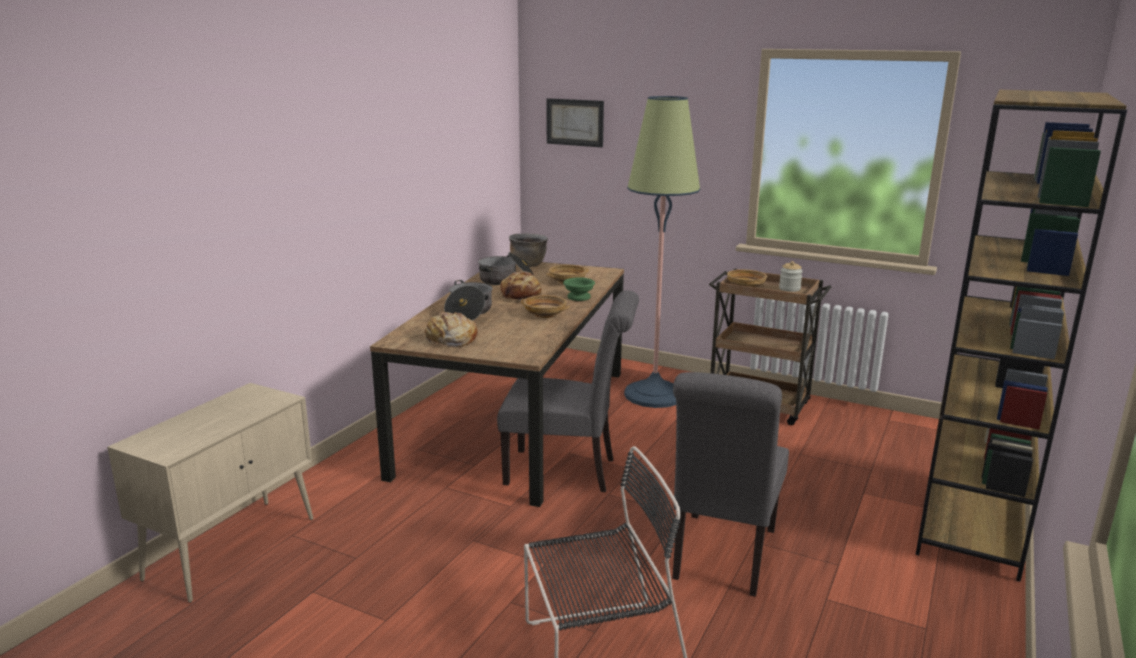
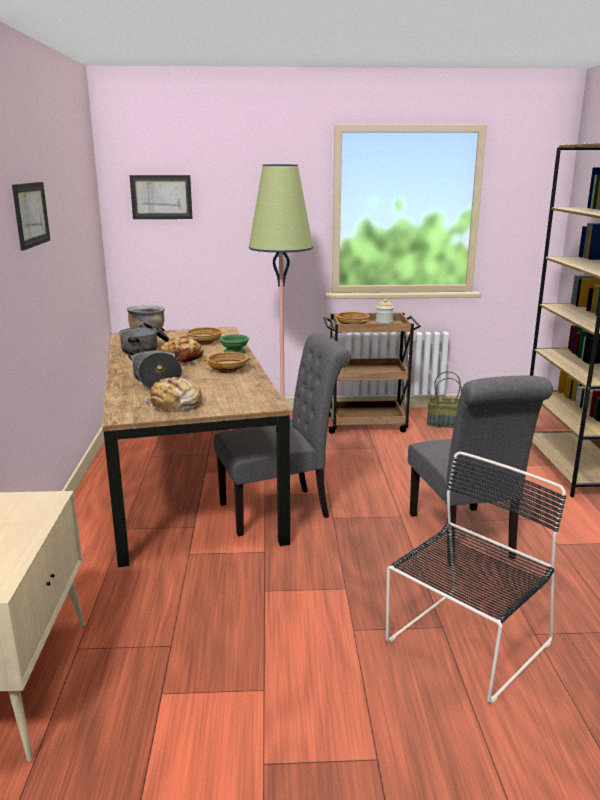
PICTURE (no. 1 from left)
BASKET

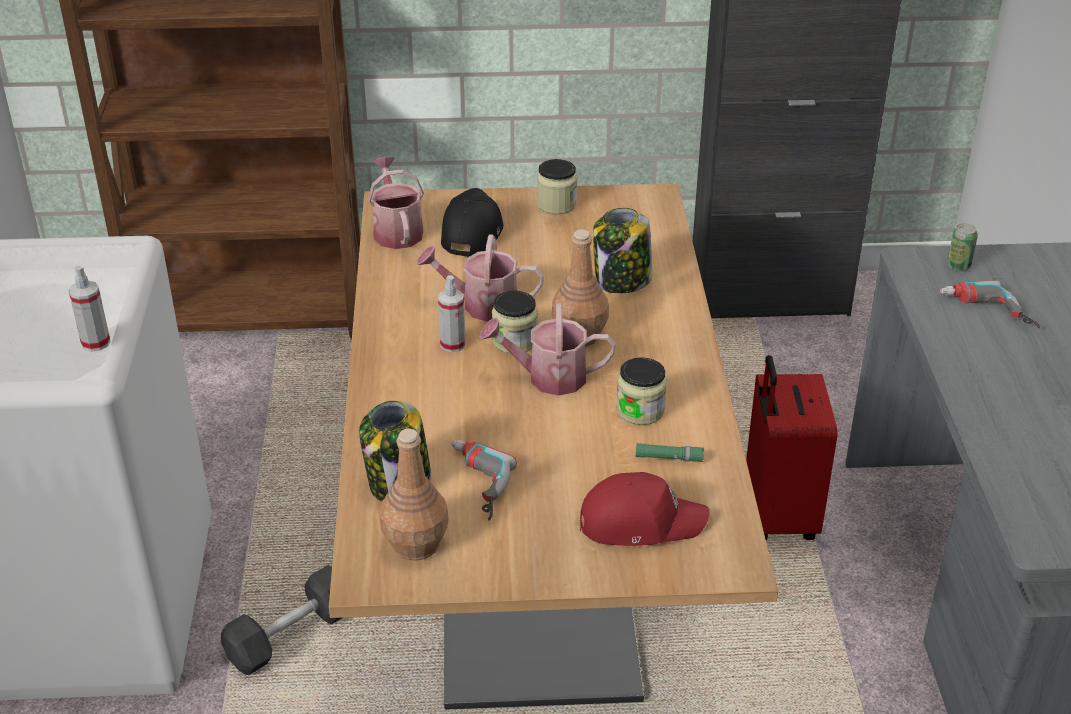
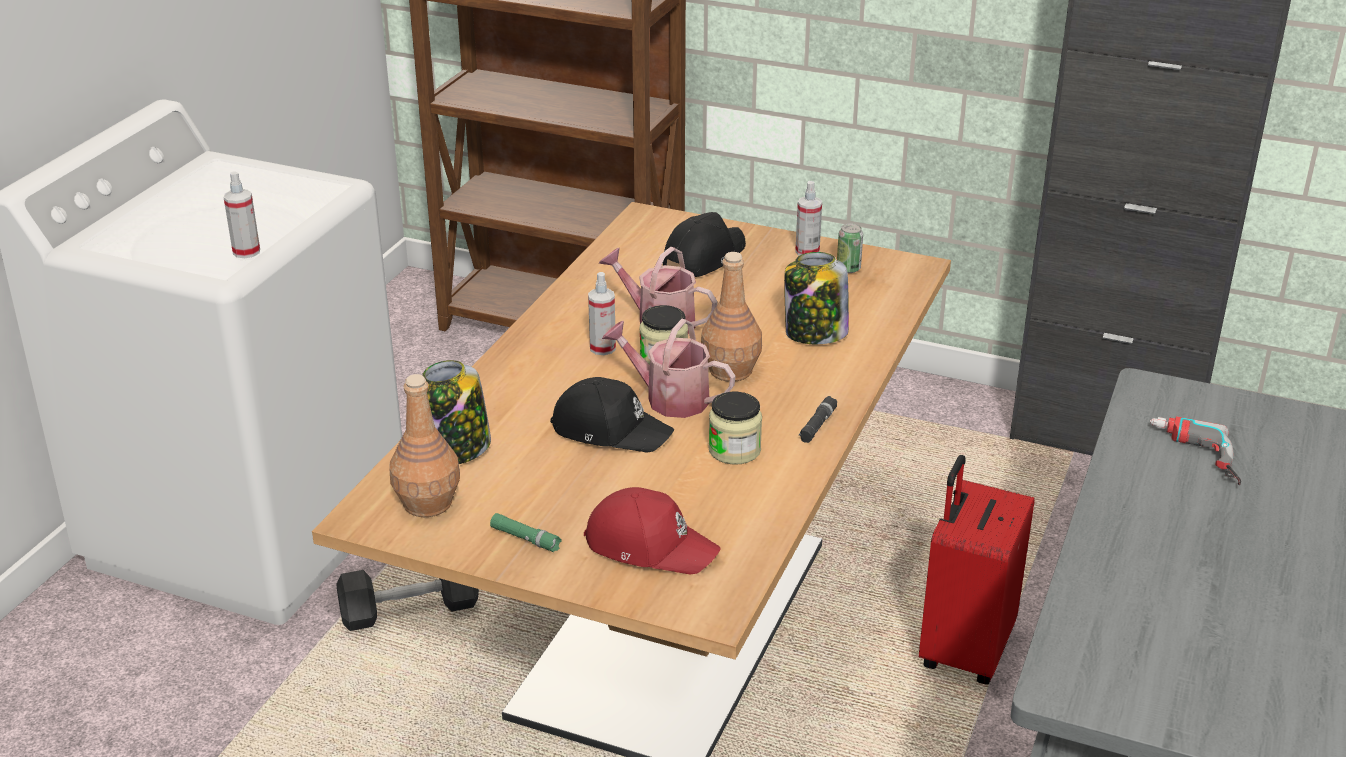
WATERING CAN (no. 1 from left in the first image)
POWER DRILL (no. 1 from left in the first image)
BLACK CAP (no. 1 from left)
BLACK FLASHLIGHT
GREEN FLASHLIGHT
CAN
SPRAY BOTTLE (no. 3 from left)

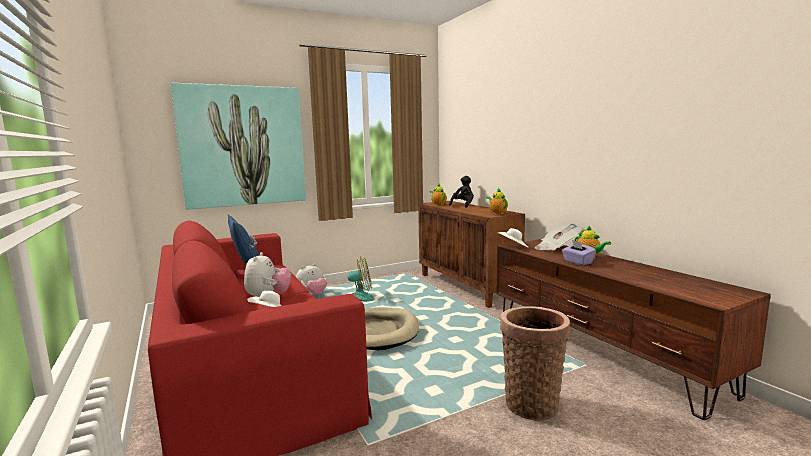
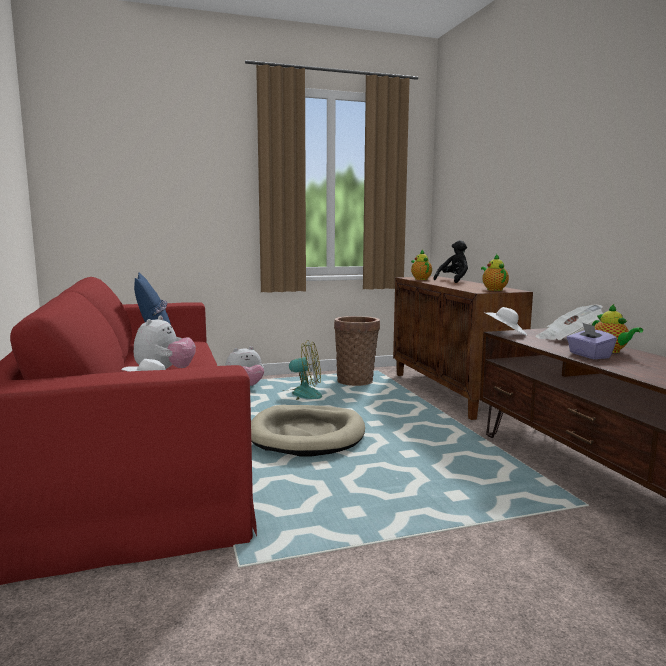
PICTURE
BASKET

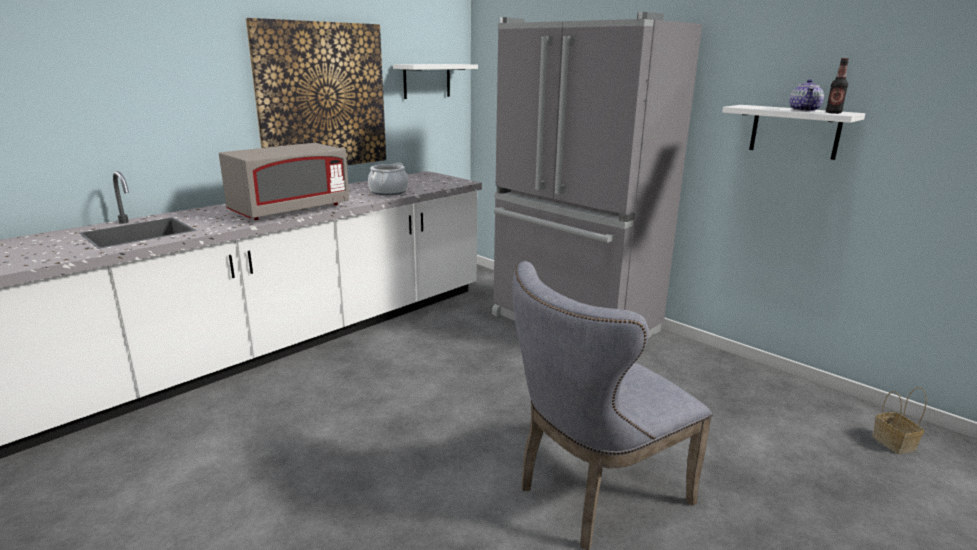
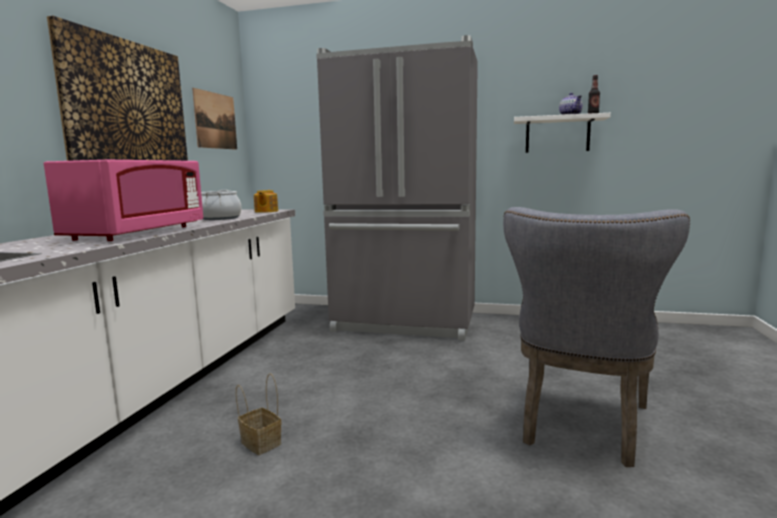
TEAPOT (no. 1 from left)
BASKET
PICTURE (no. 2 from left)
PINK MICROWAVE

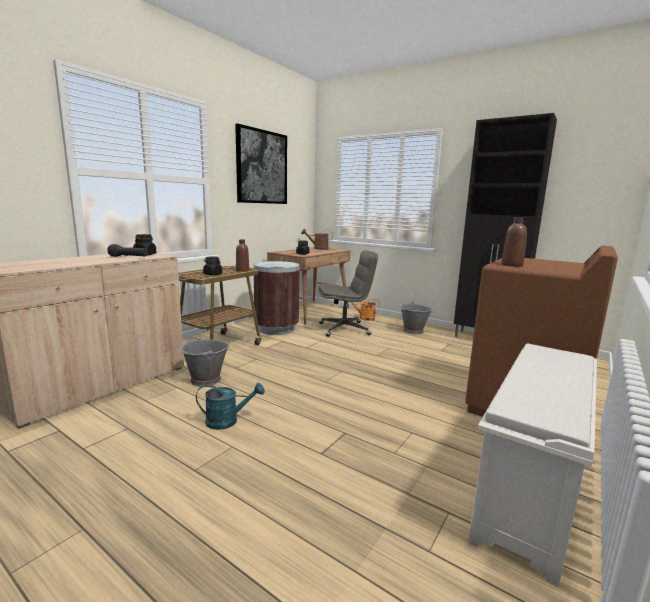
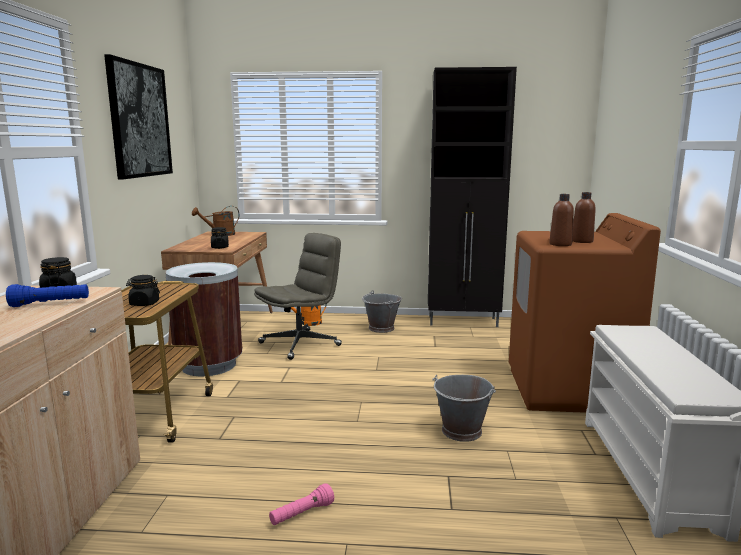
GREY BUCKET (no. 2 from left)
BROWN BOTTLE (no. 2 from left)
PINK FLASHLIGHT
BLUE FLASHLIGHT

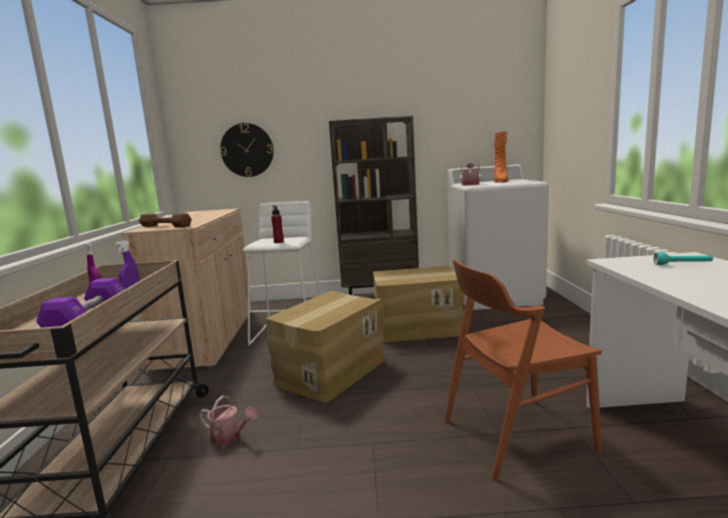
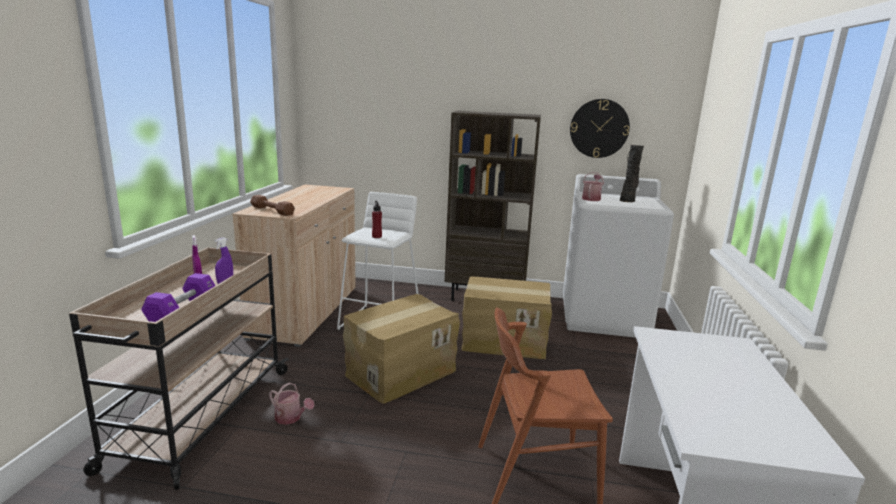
TURQUOISE FLASHLIGHT
WALL CLOCK
BLACK BOOT

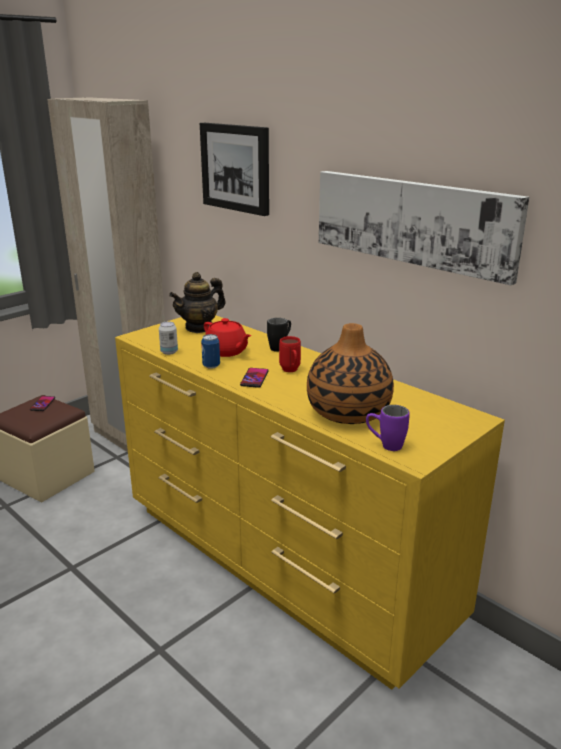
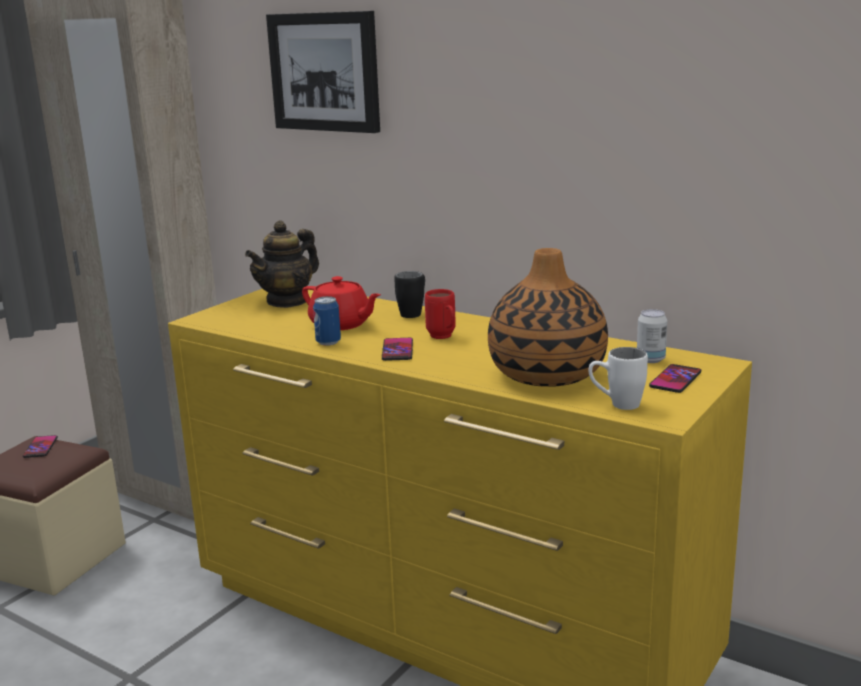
PICTURE (no. 2 from left in the first image)
PHONE (no. 3 from left)
CAN (no. 2 from left)
WHITE MUG

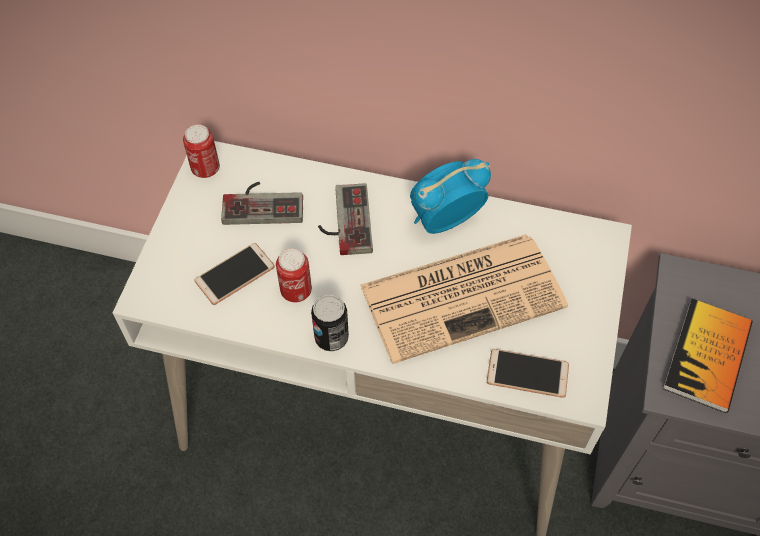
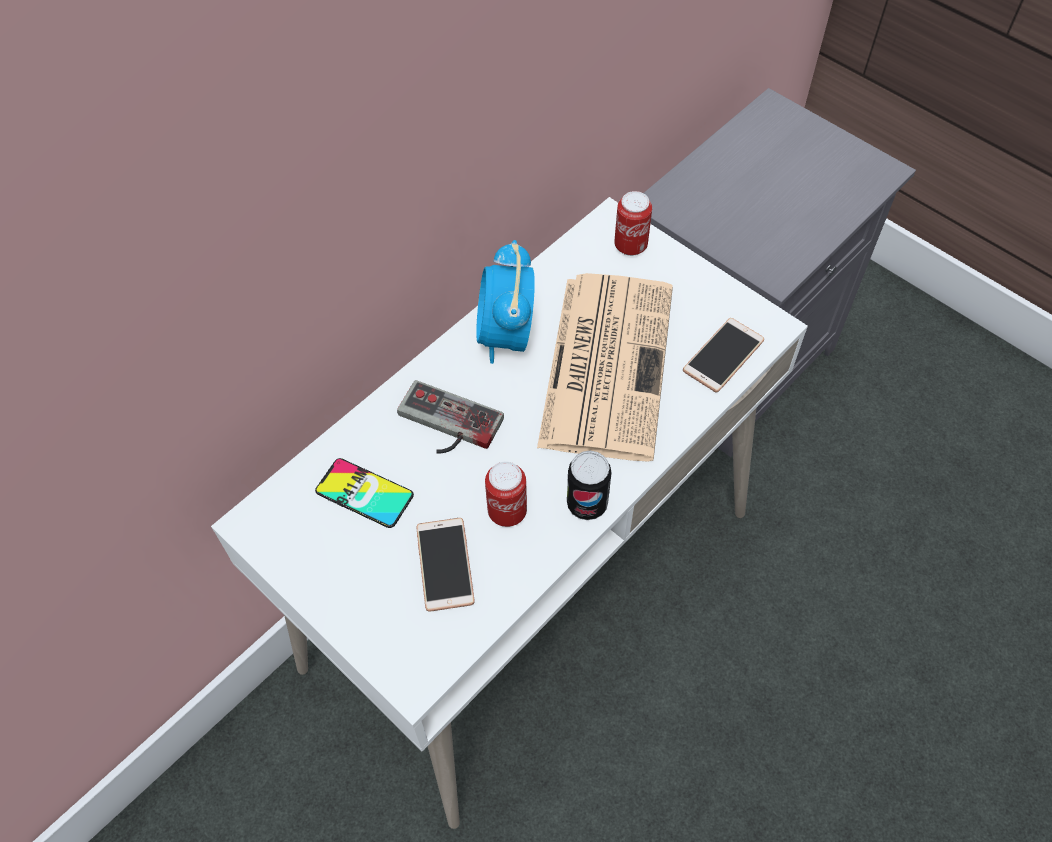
BOOK
CAN (no. 3 from left)
PHONE (no. 1 from left)

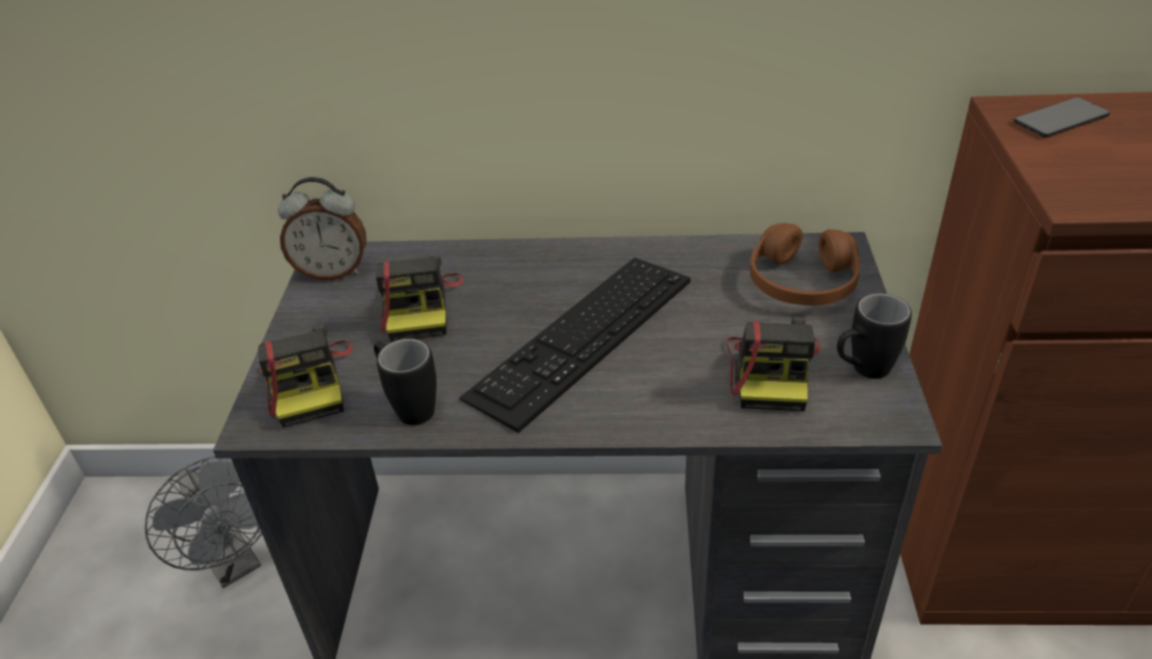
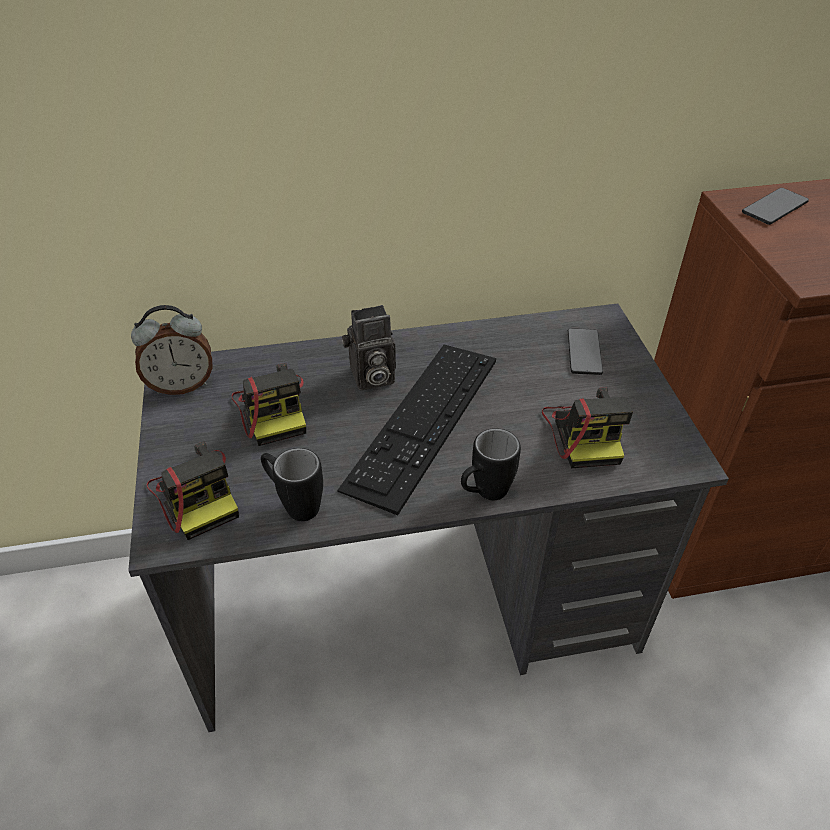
GREY FAN
PHOTO CAMERA (no. 3 from left)
BLACK MUG (no. 2 from left)
PHONE (no. 1 from left)

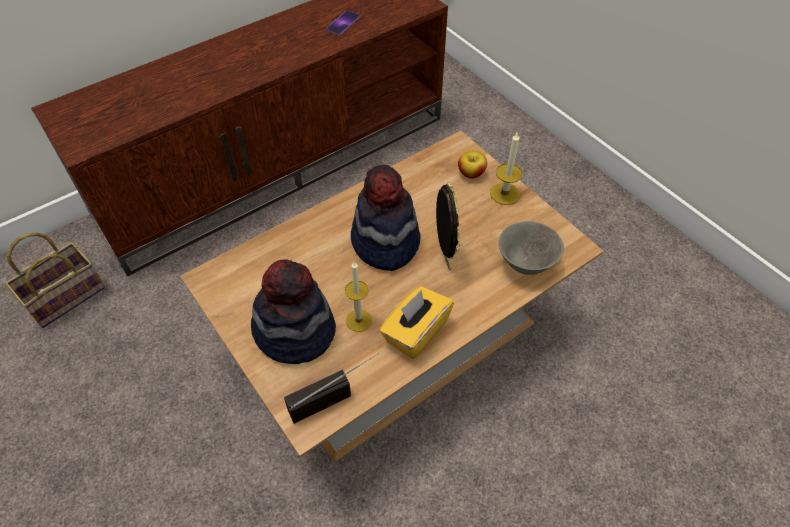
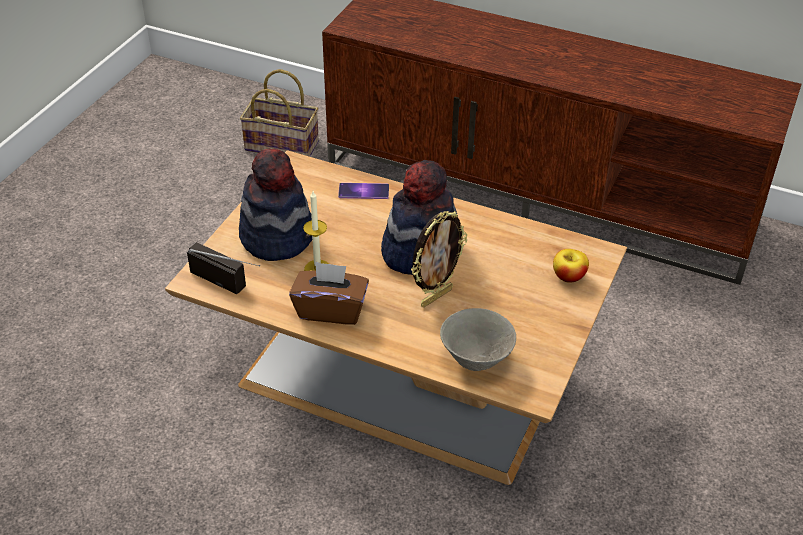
CANDLE (no. 2 from left in the first image)
PHONE
BROWN TISSUE BOX

